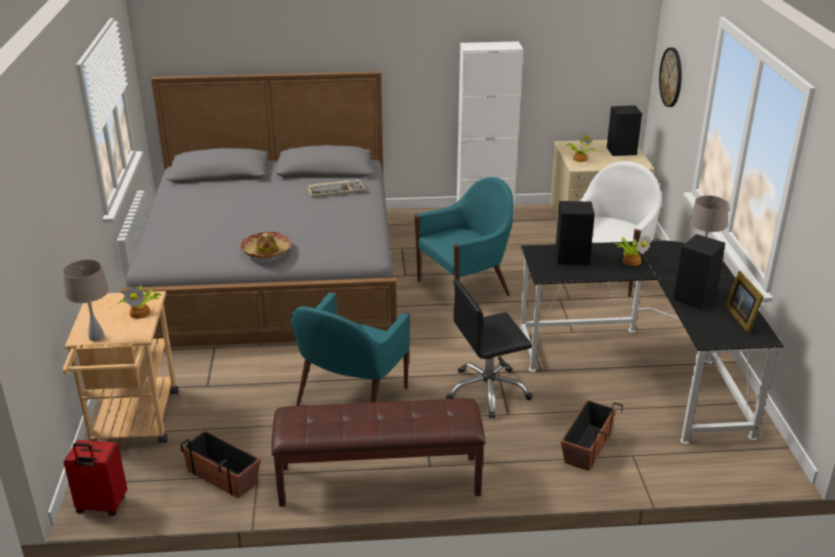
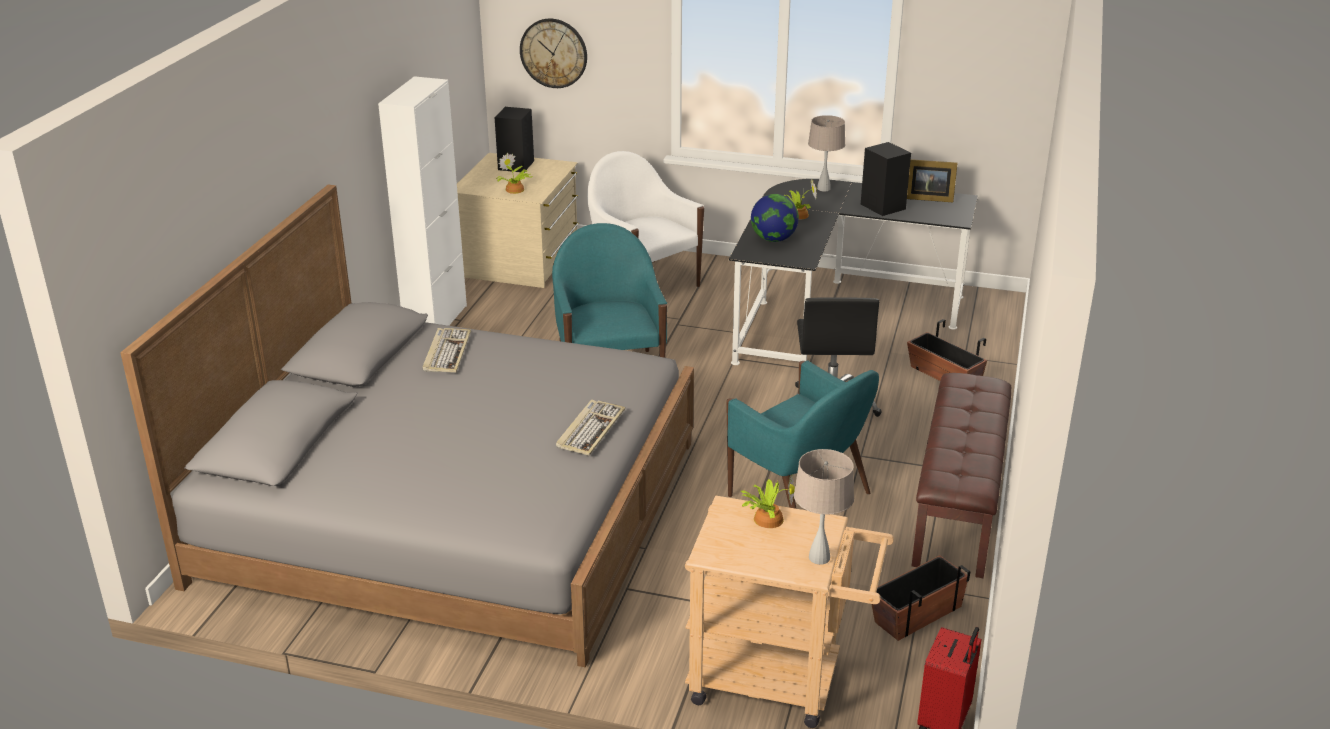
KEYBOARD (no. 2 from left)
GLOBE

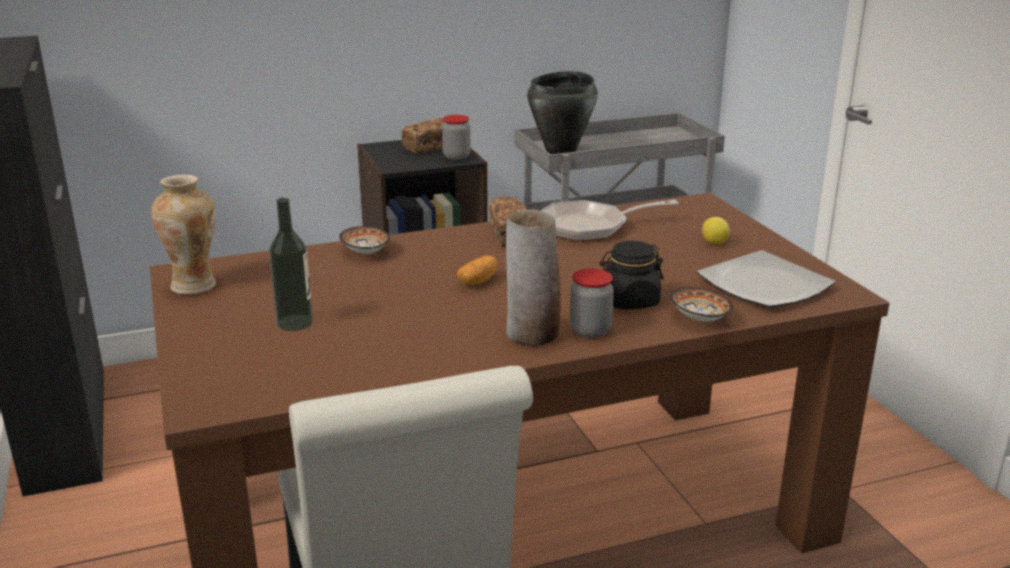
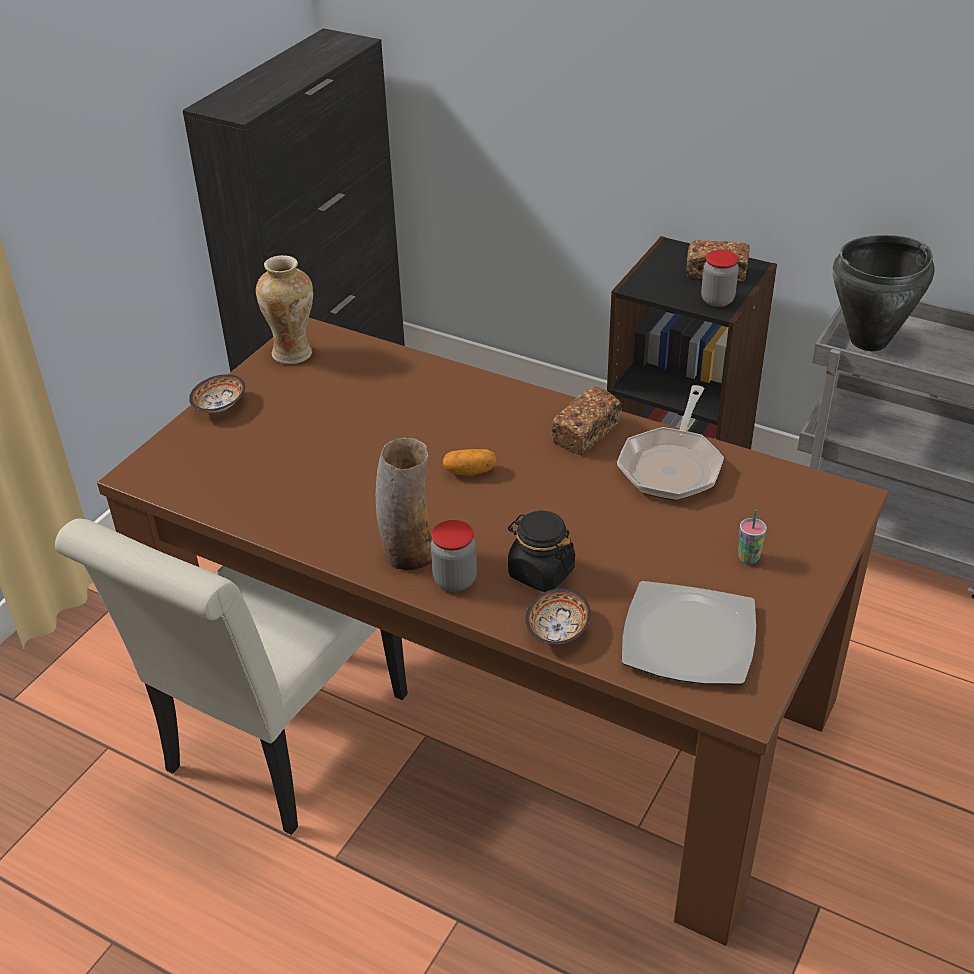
BOTTLE
BOWL (no. 1 from left)
CUP
FRYING PAN

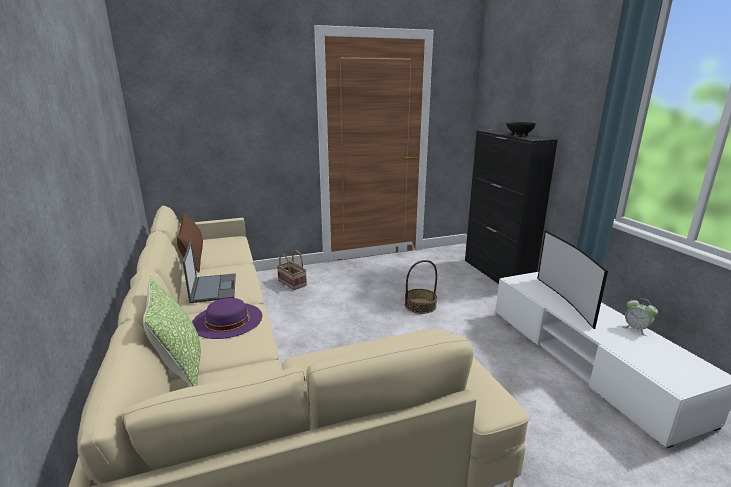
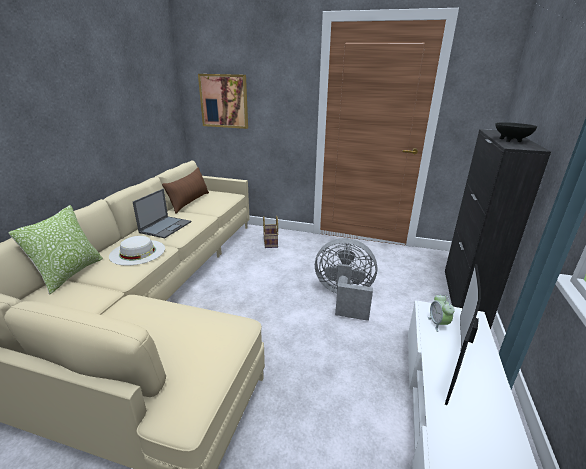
PICTURE
ALARM CLOCK
GREY FAN
WHITE HAT

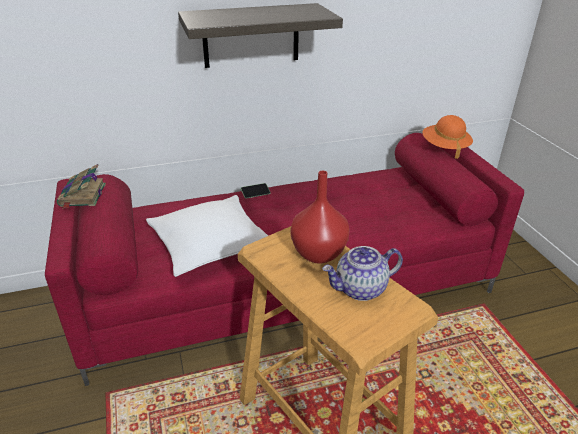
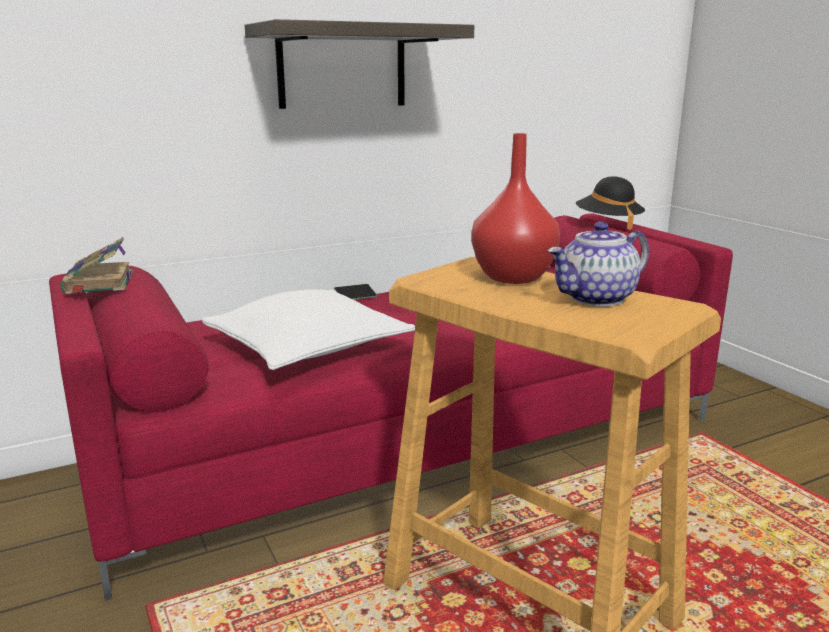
BLACK HAT

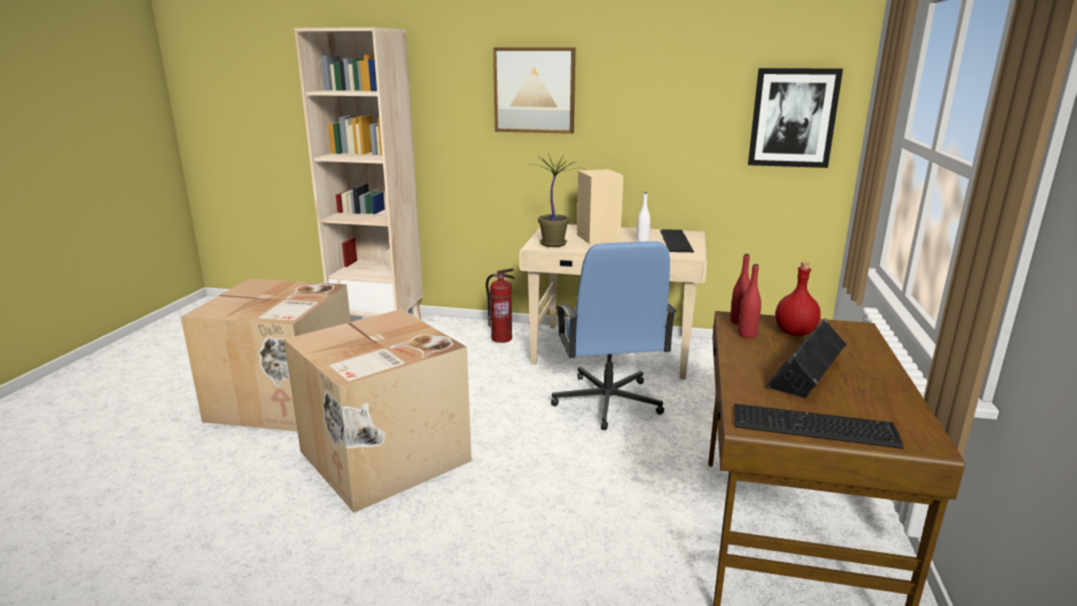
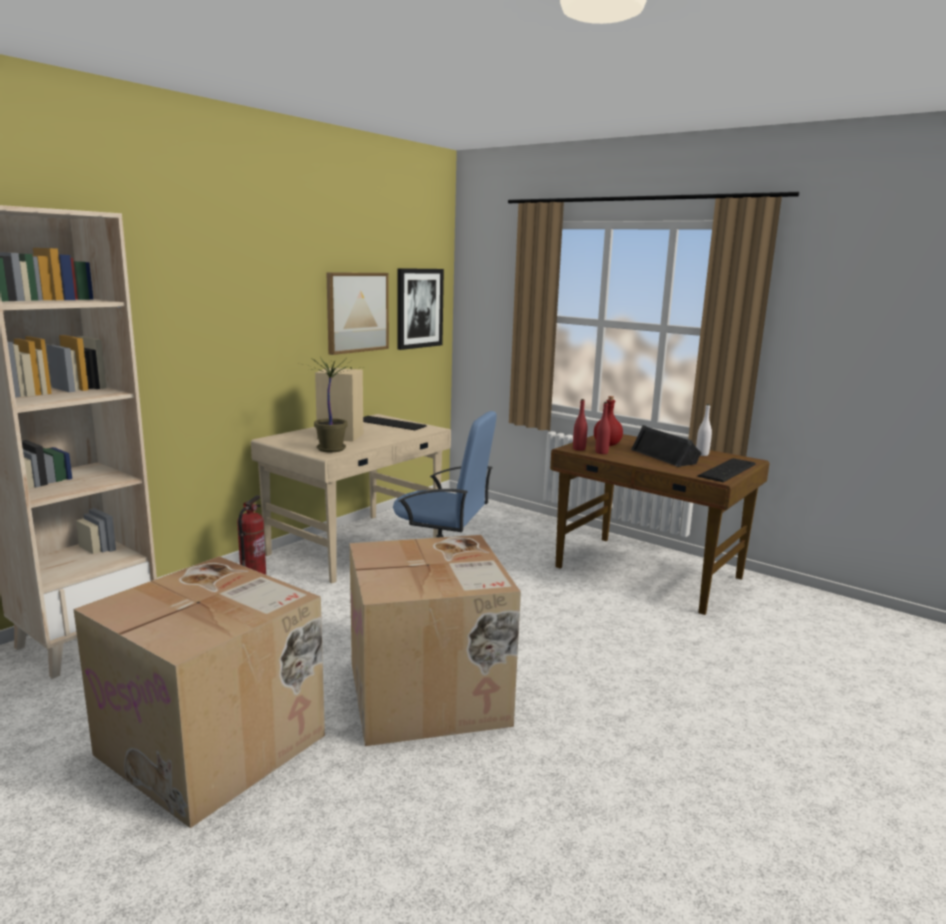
PICTURE (no. 1 from left)
WHITE BOTTLE

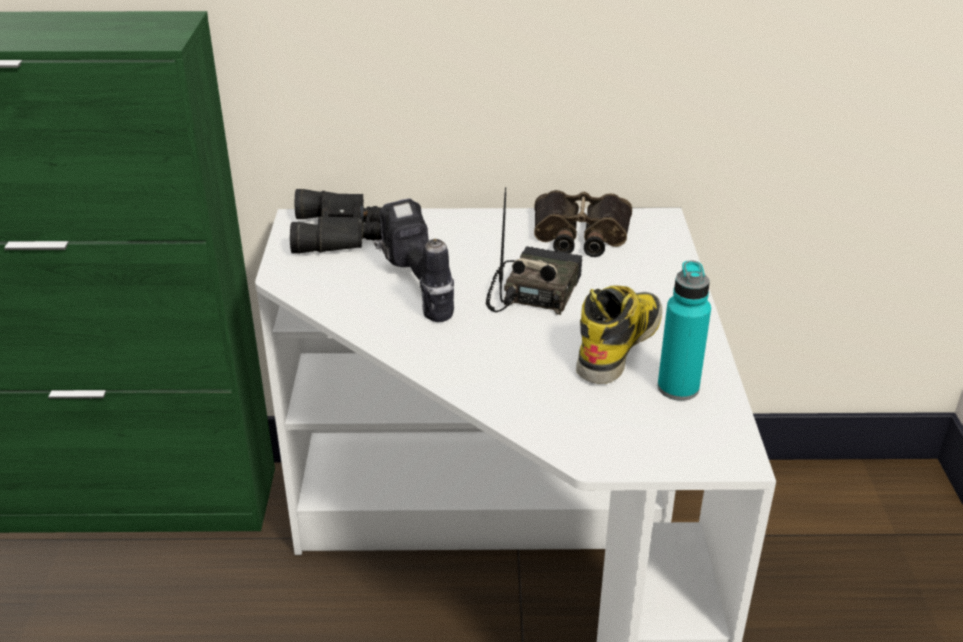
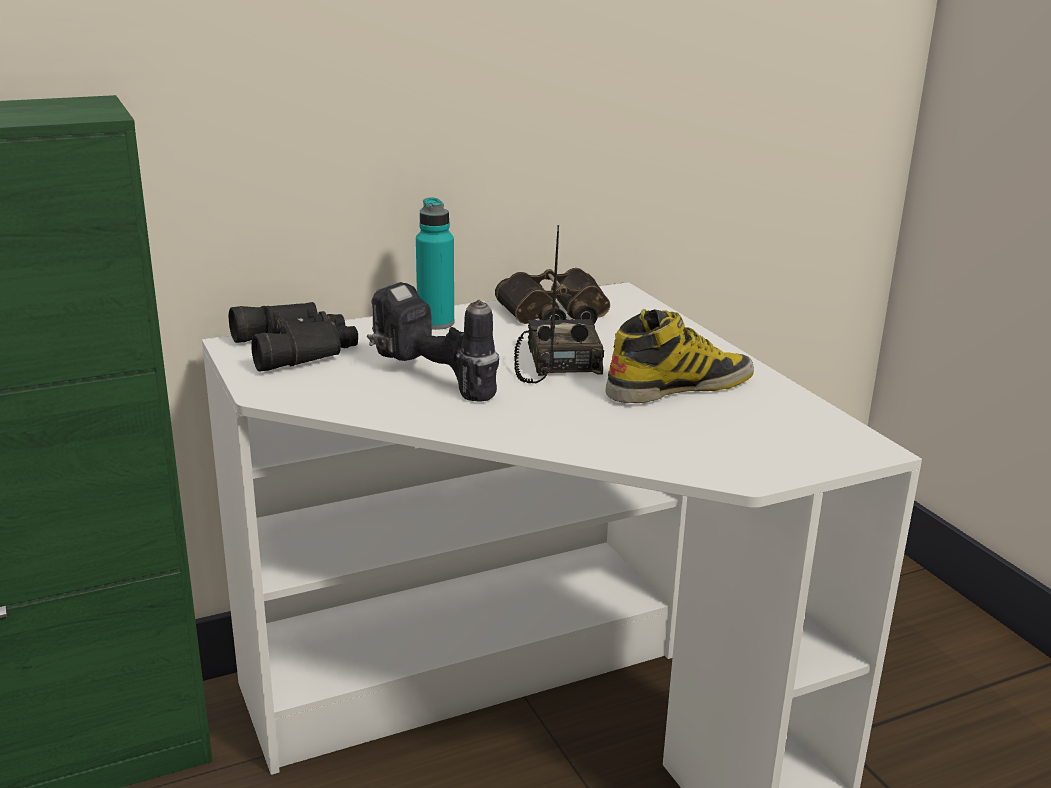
TURQUOISE BOTTLE
BOOT

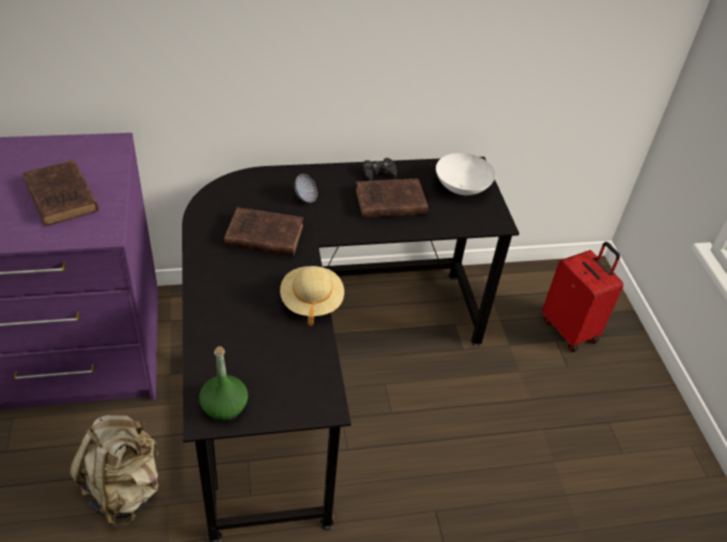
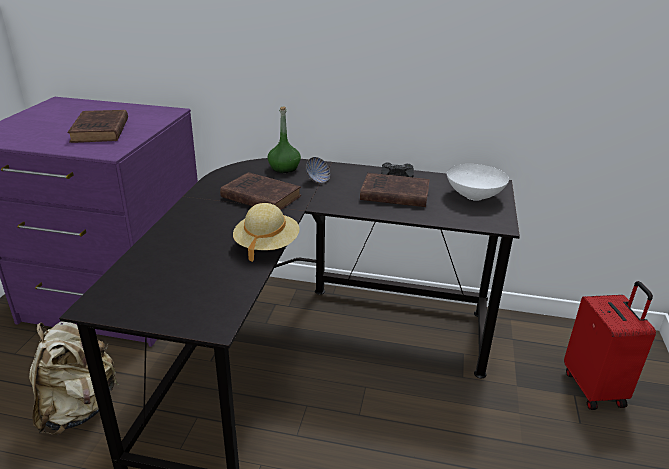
GREEN BOTTLE

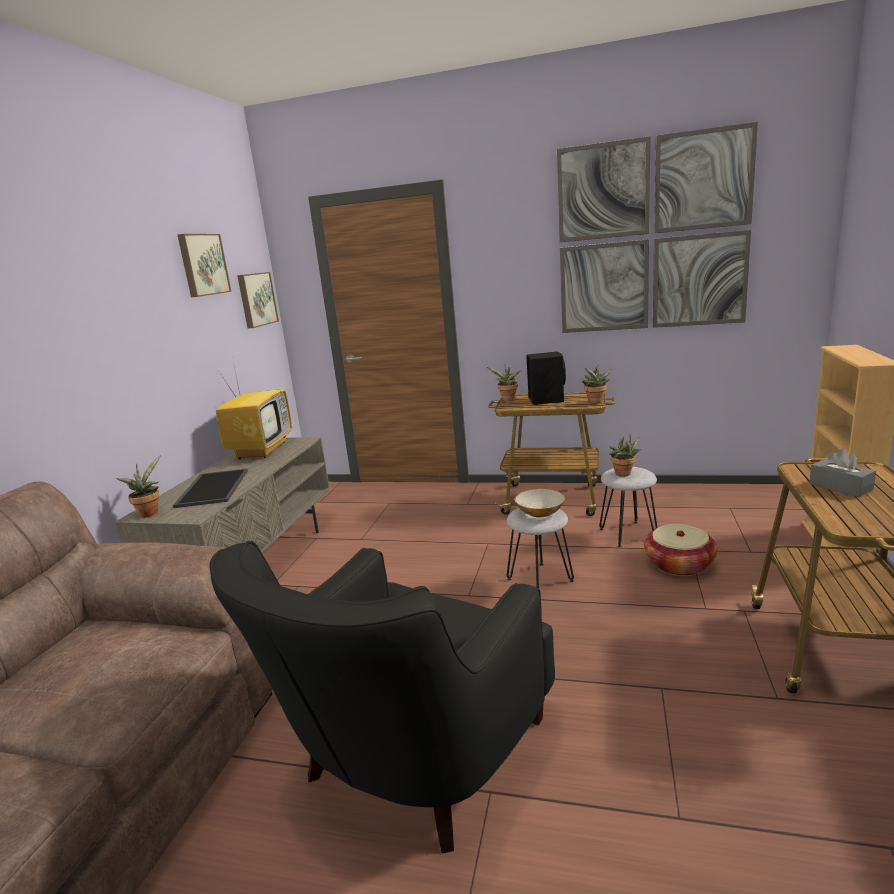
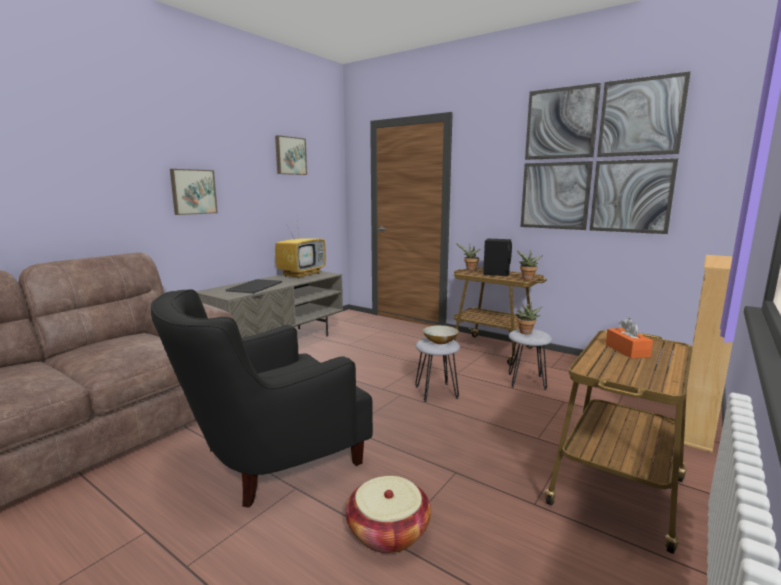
POTTED PLANT (no. 1 from left in the first image)
PICTURE (no. 1 from left)
BASKET
ORANGE TISSUE BOX

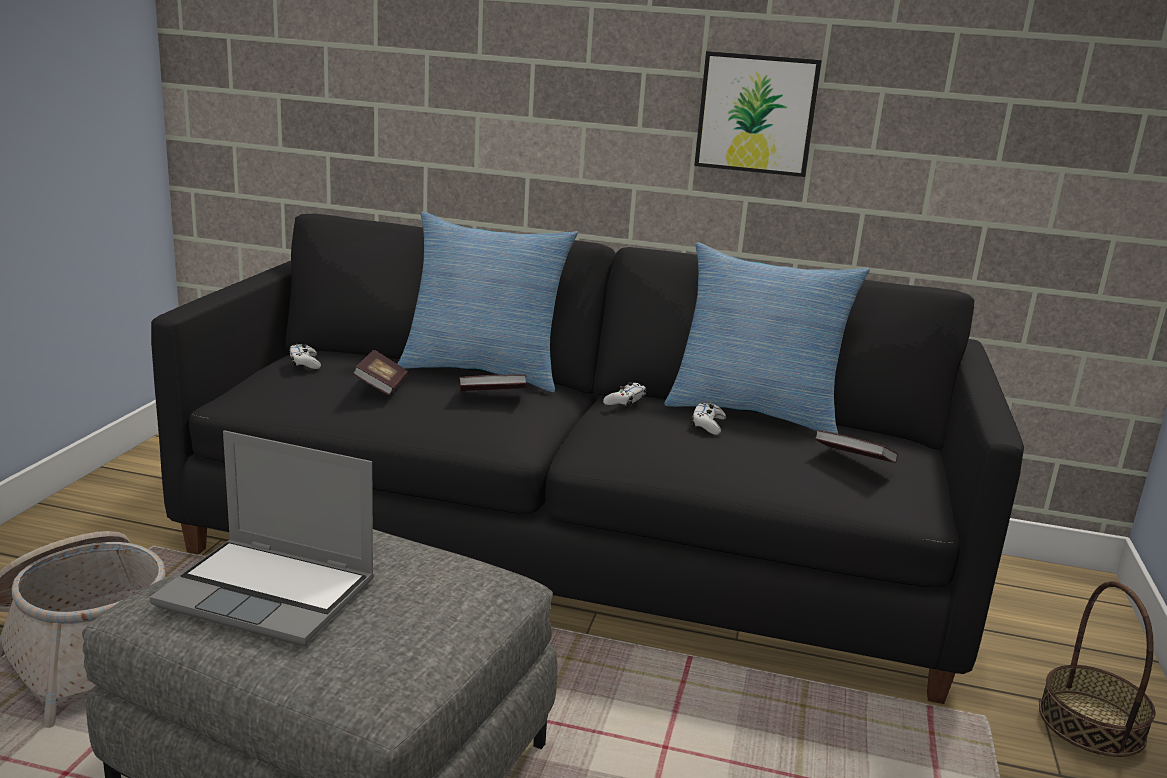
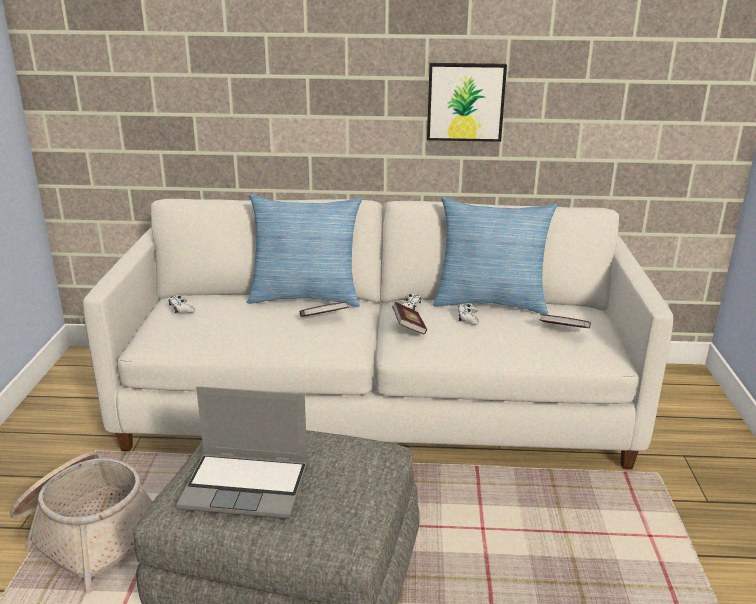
BASKET (no. 2 from left in the first image)
BOOK (no. 2 from left)
WHITE SOFA

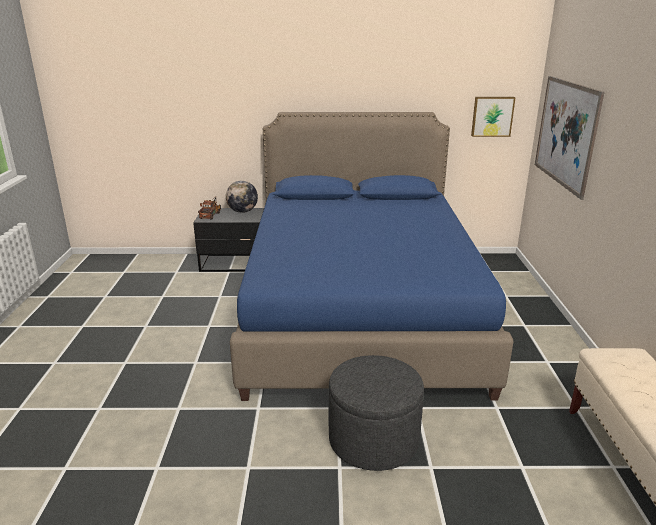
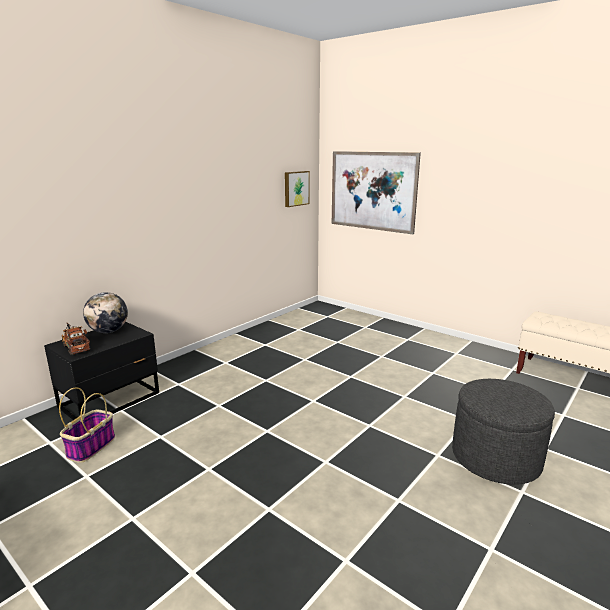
BLUE BED
BASKET

